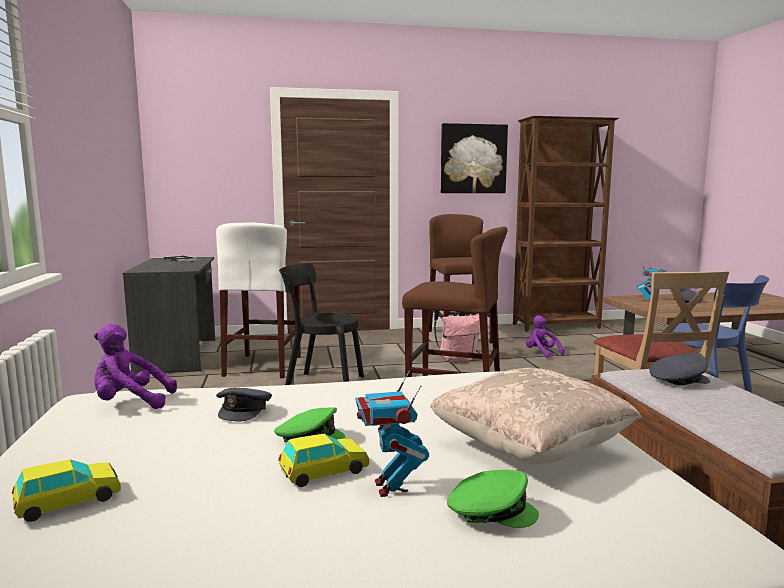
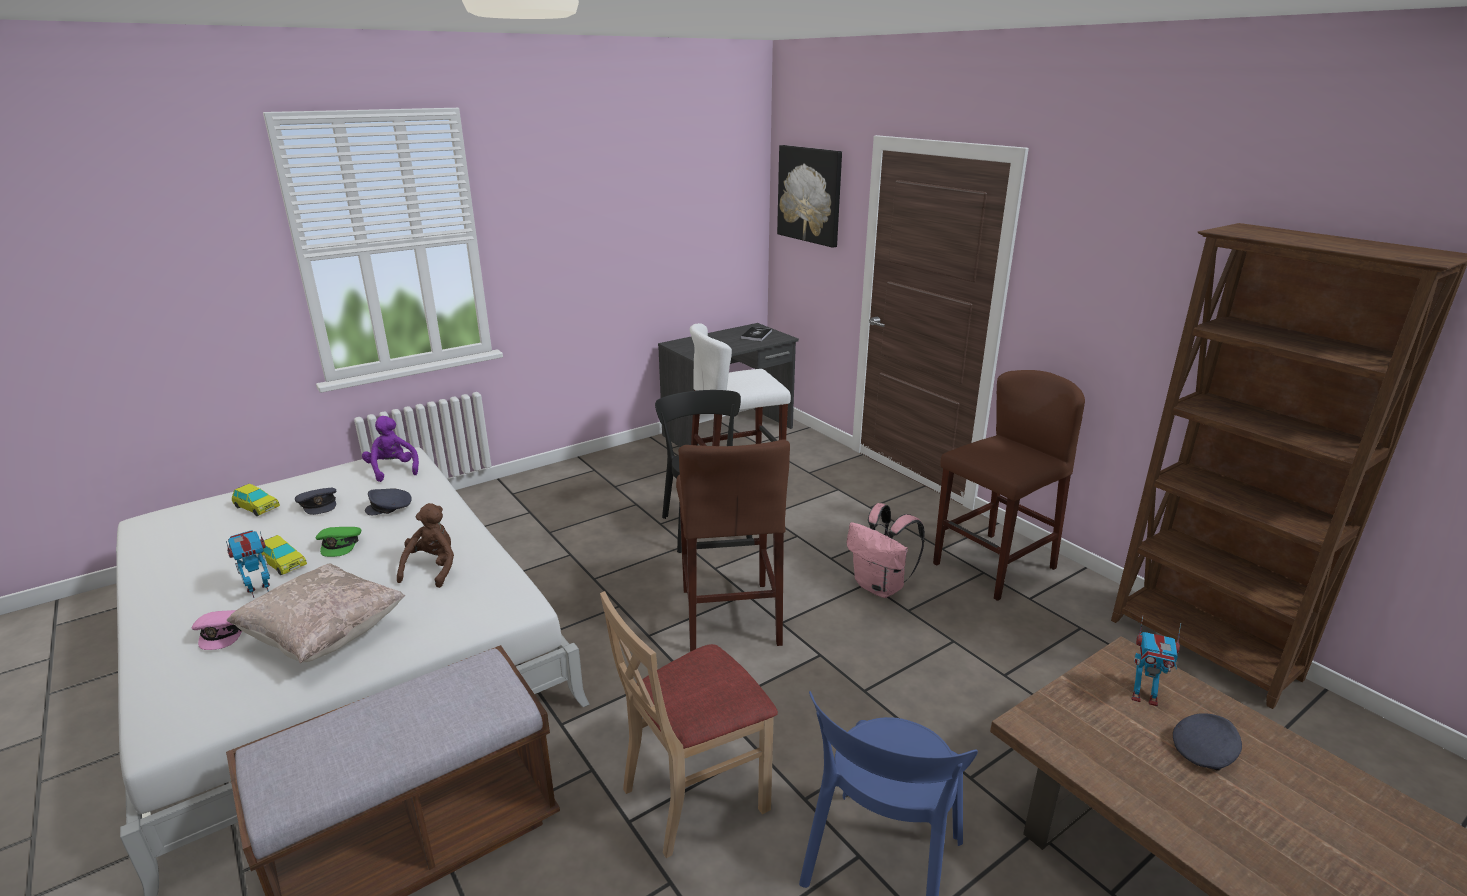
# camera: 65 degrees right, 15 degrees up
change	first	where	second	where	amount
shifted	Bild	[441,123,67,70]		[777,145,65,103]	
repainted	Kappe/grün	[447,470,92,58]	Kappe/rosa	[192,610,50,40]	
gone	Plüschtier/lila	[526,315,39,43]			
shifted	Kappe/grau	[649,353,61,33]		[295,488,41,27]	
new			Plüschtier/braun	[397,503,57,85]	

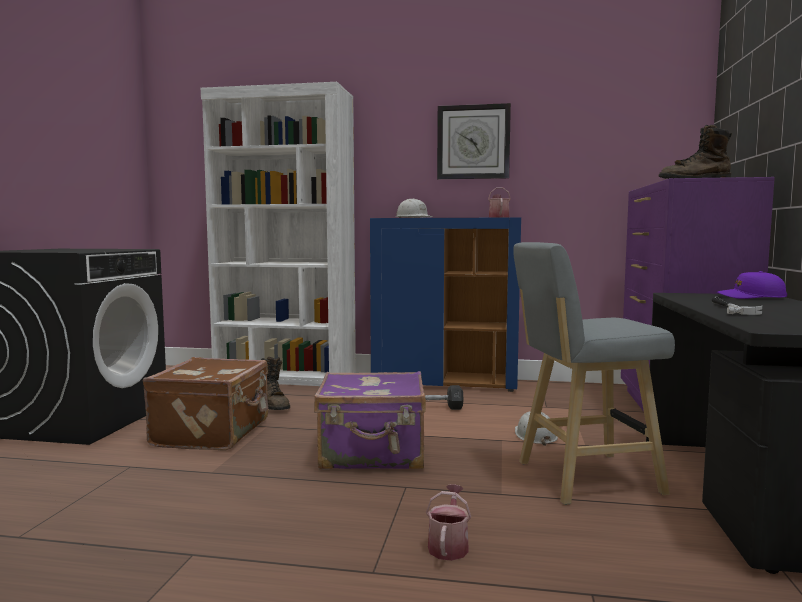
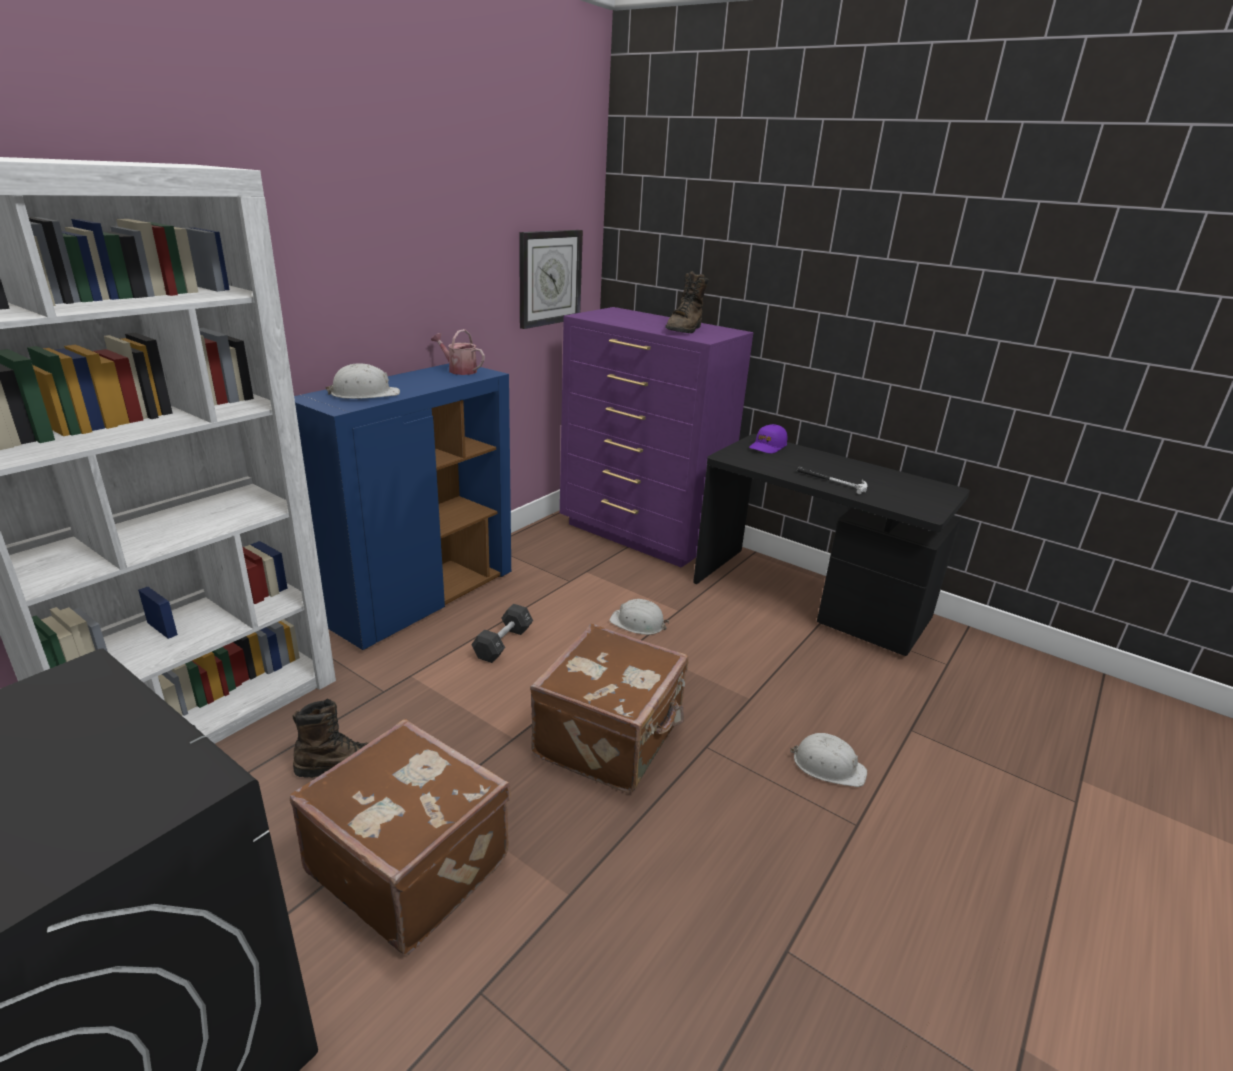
# camera: 65 degrees left, 20 degrees up
change	first	where	second	where	amount
repainted	Koffer/lila	[314,371,112,98]	Koffer/braun	[530,624,159,169]	
swapped	Gießkanne	[426,484,45,77]	Schutzhelm/weiß	[790,733,77,54]	
shifted	Wanduhr	[437,103,74,76]		[519,230,64,99]	
gone	Hocker/grau	[513,242,162,263]			

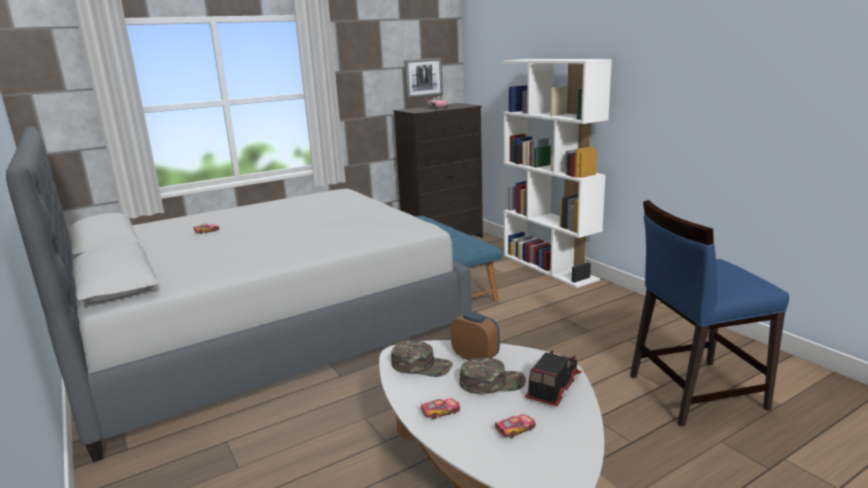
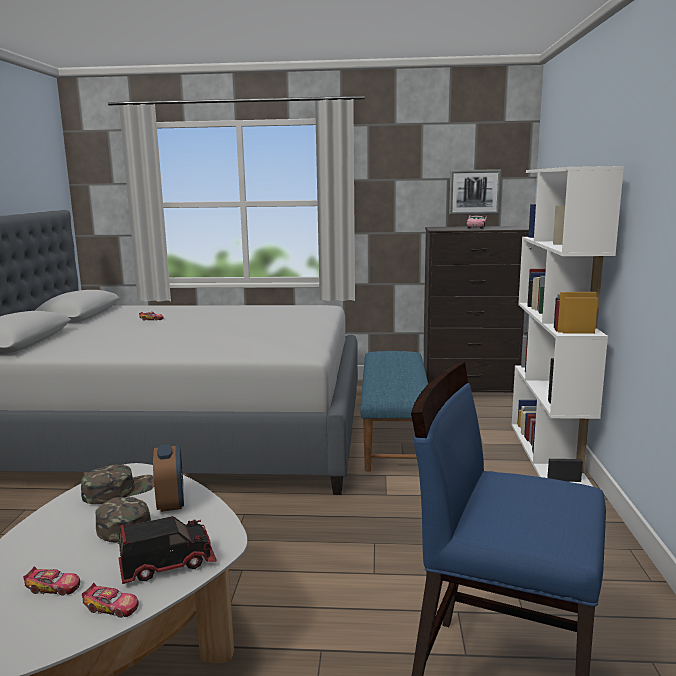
# camera: 35 degrees right, 5 degrees down
change	first	where	second	where	amount
rotated	Kappe/grün	[391,340,62,37]		[81,464,73,40]	90 degrees counterclockwise
shifted	Spielzeugauto	[421,398,39,22]		[82,583,57,35]	

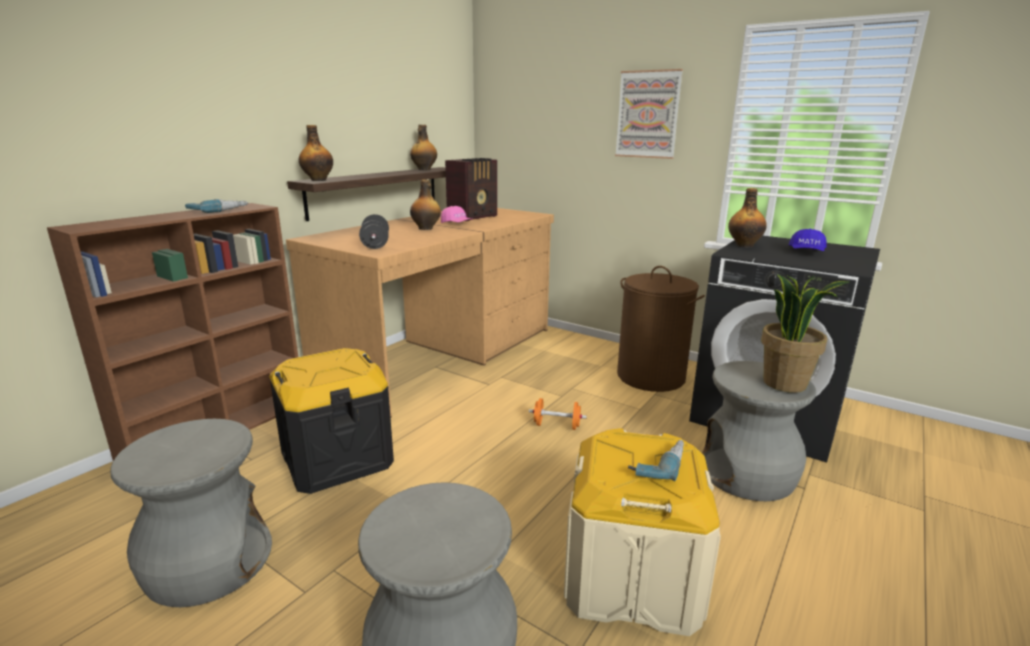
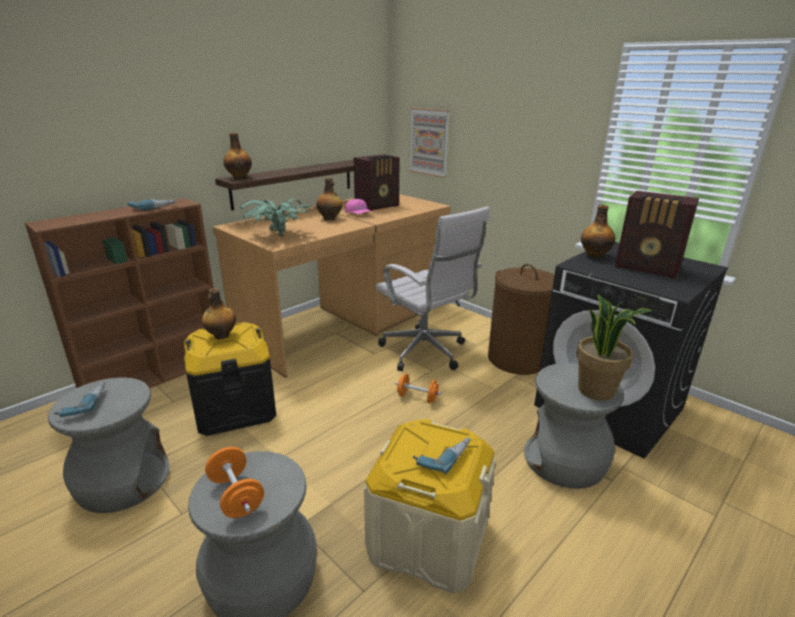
# camera: 10 degrees right, 5 degrees up
change	first	where	second	where	amount
swapped	Hantel/schwarz	[359,214,30,35]	Topfpflanze	[239,199,73,37]	
shifted	Flasche	[410,125,27,45]		[202,288,34,51]	
shifted	Bild	[615,69,68,90]		[410,108,40,70]	
swapped	Kappe/blau	[789,229,38,22]	Radio	[615,191,84,88]	
new			Bohrmaschine	[54,381,52,36]	
new			Hantel/orange	[205,447,59,71]	
new			Bürostuhl/weiß	[375,206,115,165]	

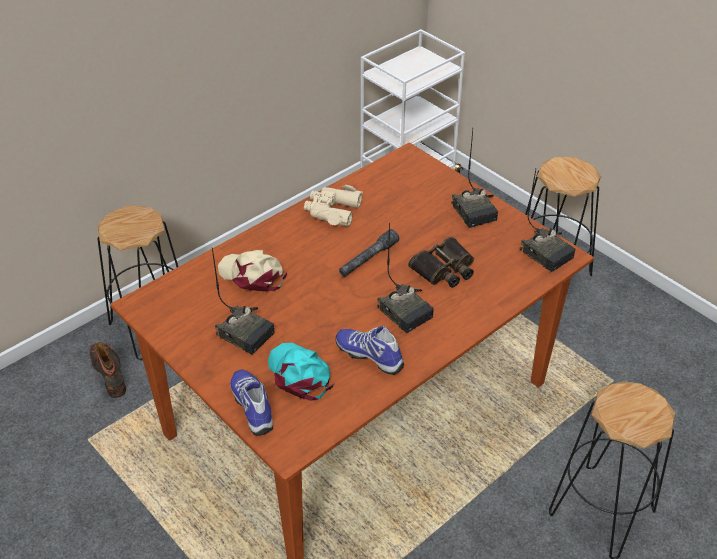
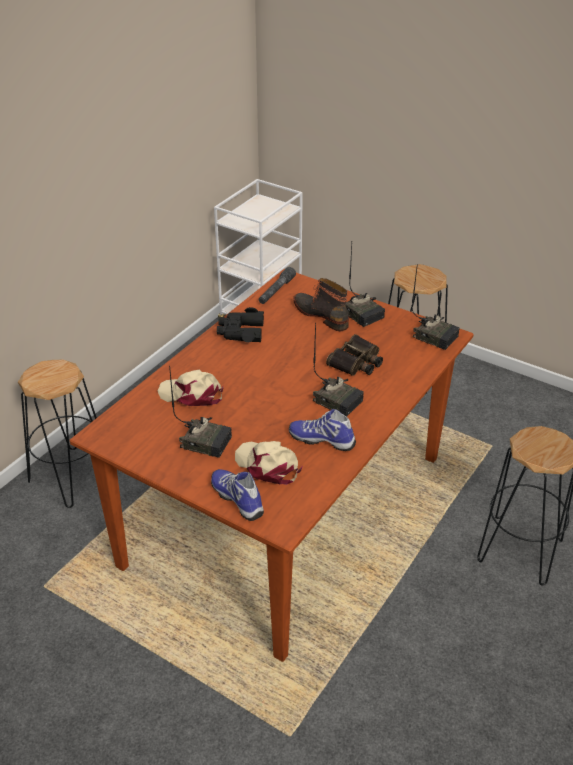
# camera: 15 degrees left, 5 degrees down
change	first	where	second	where	amount
shifted	Stiefel	[90,342,36,56]		[293,278,56,53]	
repainted	Kappe/türkis	[268,343,66,58]	Kappe/beige	[235,441,68,44]	
repainted	Fernglas/beige	[304,185,59,42]	Fernglas/schwarz	[217,307,47,35]	
shifted	Taschenlampe/grau	[339,229,60,47]		[259,267,37,37]	

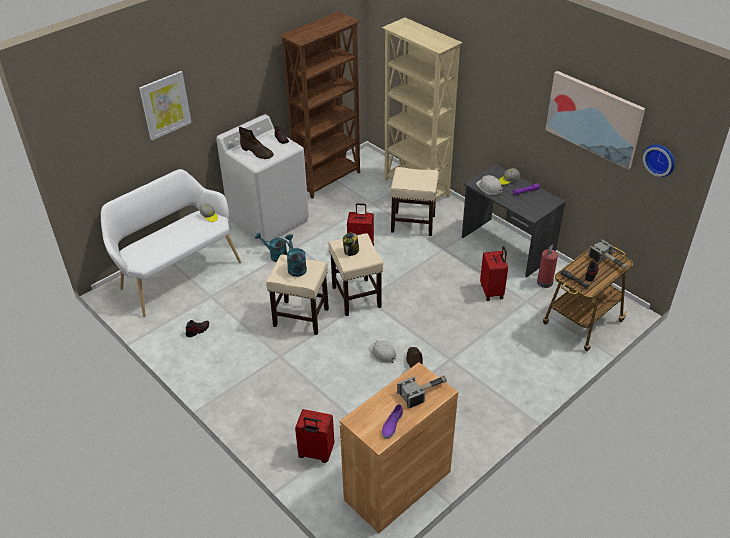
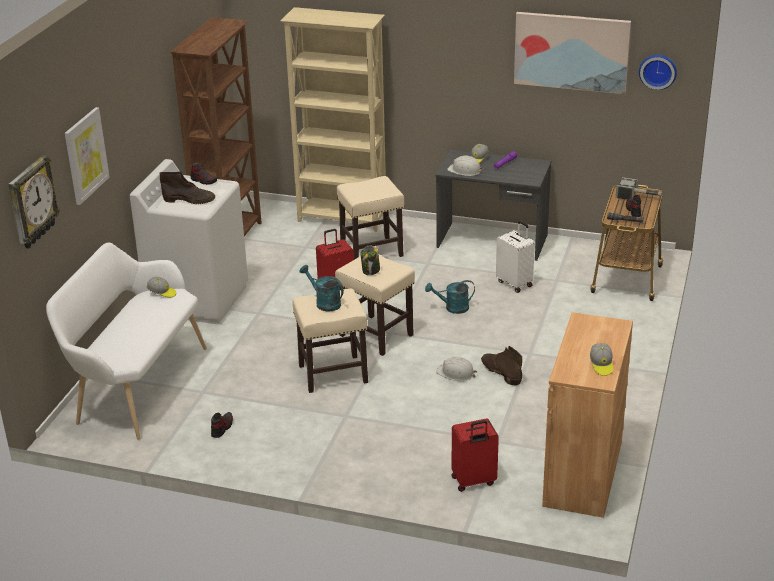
# camera: 30 degrees left, 10 degrees down
change	first	where	second	where	amount
shifted	Gießkanne/türkis	[255,232,35,30]		[425,280,50,34]	
swapped	Schuh/lila	[382,404,21,35]	Kappe	[590,343,23,33]	
gone	Hammer	[397,375,50,33]			
repainted	Koffer/rot	[480,246,28,55]	Koffer/weiß	[496,221,39,72]	
gone	Feuerlöscher	[537,244,21,44]			
new			Wanduhr	[8,155,52,93]	

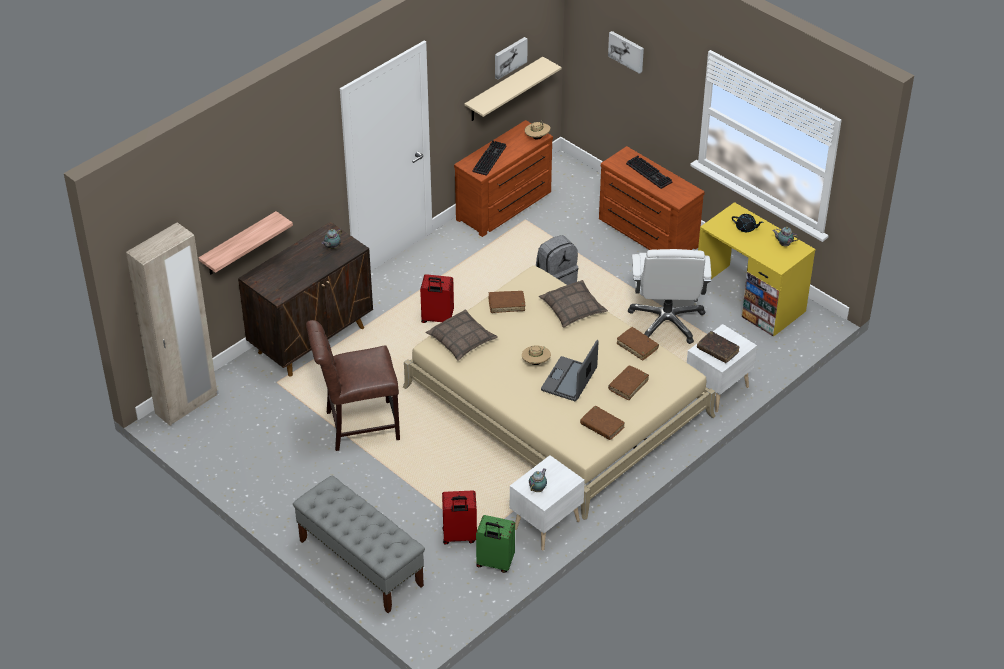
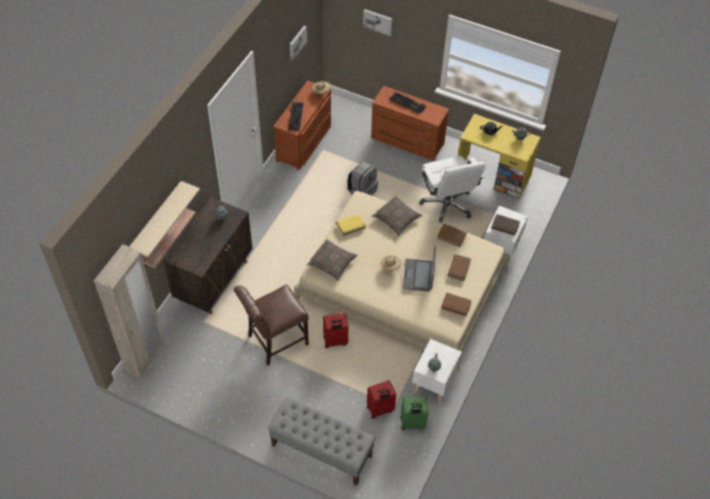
# camera: 20 degrees left, 10 degrees up
change	first	where	second	where	amount
shifted	Koffer/rot	[420,274,34,49]		[323,313,25,35]	
shifted	Wandregal/beige	[465,57,97,64]		[129,181,71,76]	
repainted	Buch/braun	[489,291,37,22]	Buch/gelb	[337,214,29,22]	

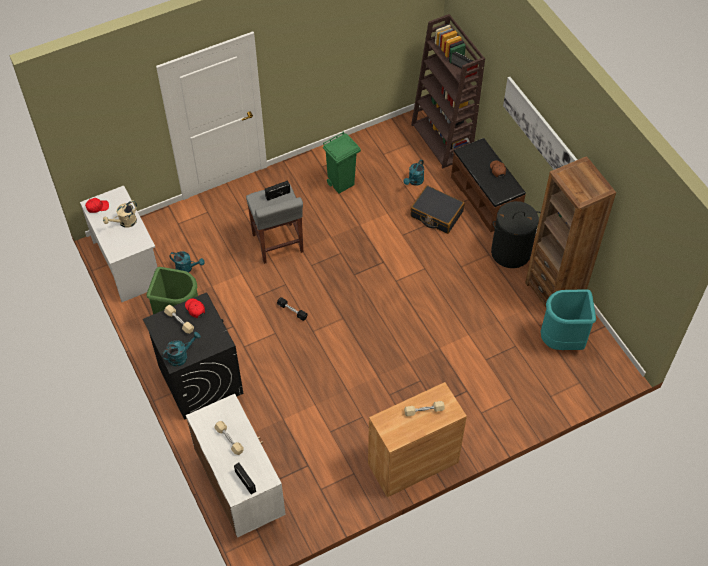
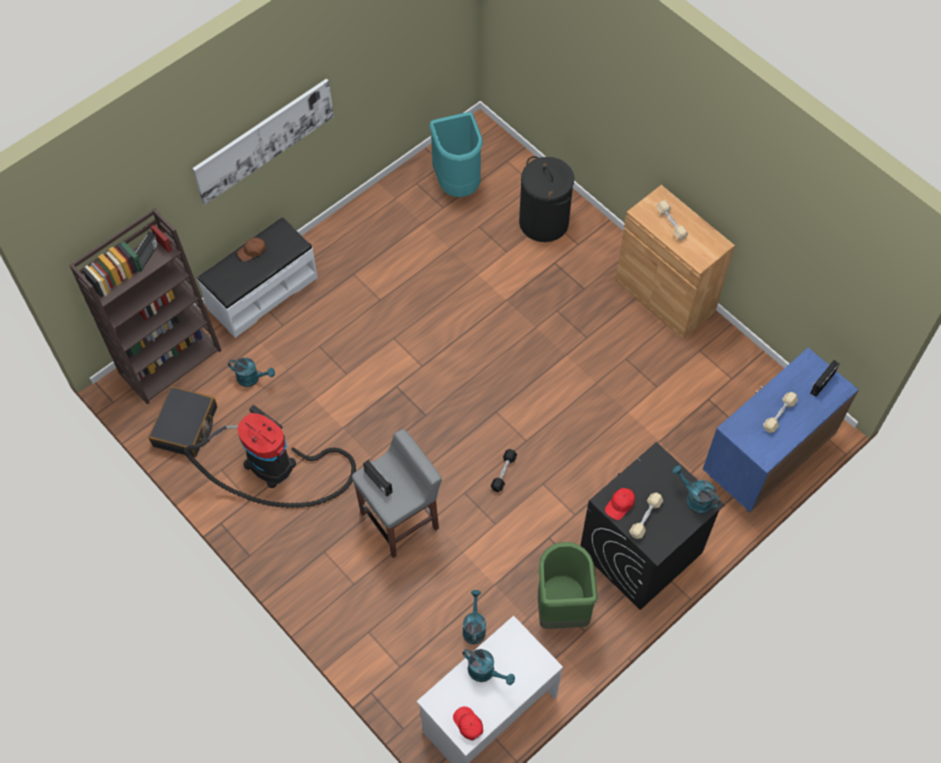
# camera: 105 degrees left, 5 degrees up
change	first	where	second	where	amount
repainted	Gießkanne/beige	[103,201,34,27]	Gießkanne/türkis	[463,649,52,36]	
repainted	Schrank/weiß	[186,394,100,144]	Schrank/blau	[703,347,156,165]	
swapped	Mülleimer/grün	[323,132,38,62]	Staubsauger	[184,404,172,104]	
shifted	Koffer/schwarz	[411,185,53,49]		[149,386,68,72]	
repainted	Bank/braun	[451,138,75,94]	Bank/weiß	[197,217,121,121]	
shifted	Wäschekorb/schwarz	[491,201,50,67]		[519,156,55,86]	
gone	Bücherregal/braun	[525,156,91,151]			

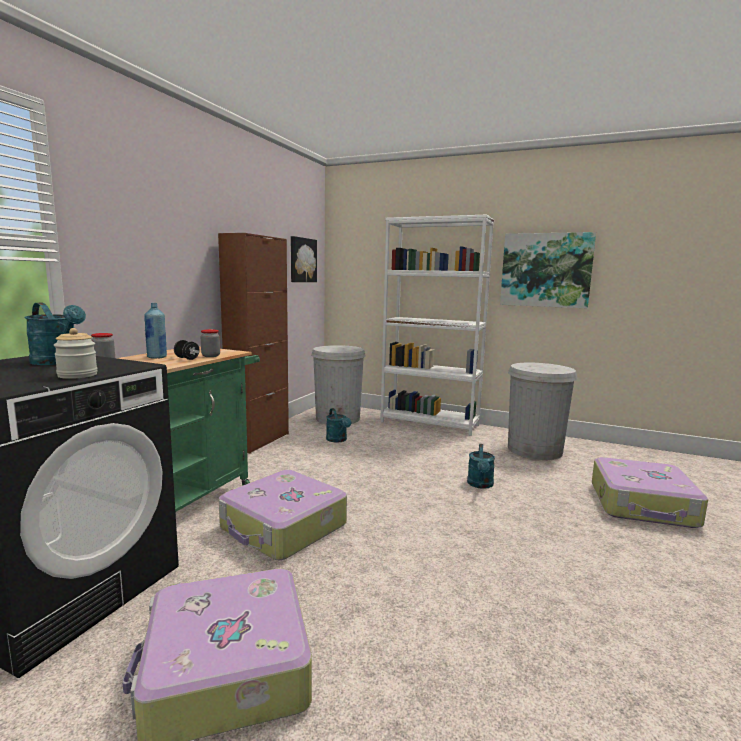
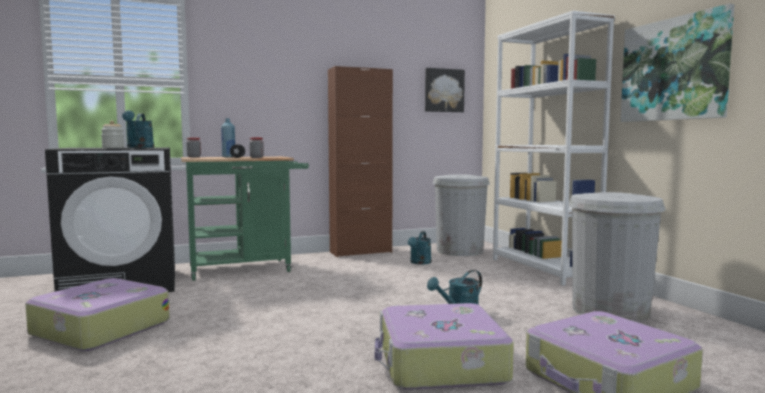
# camera: 45 degrees right, 5 degrees down
change	first	where	second	where	amount
shifted	Koffer	[219,470,128,90]		[375,303,139,87]	

